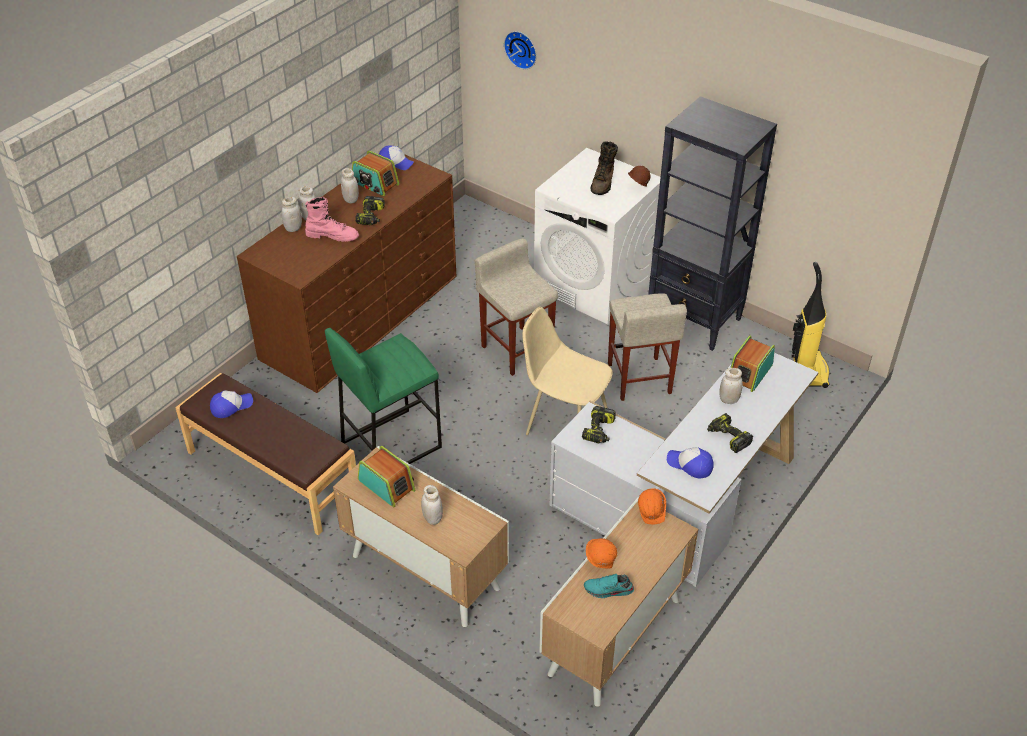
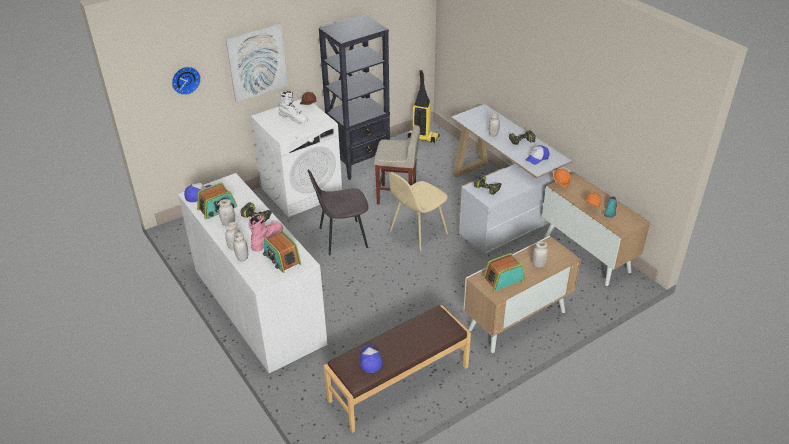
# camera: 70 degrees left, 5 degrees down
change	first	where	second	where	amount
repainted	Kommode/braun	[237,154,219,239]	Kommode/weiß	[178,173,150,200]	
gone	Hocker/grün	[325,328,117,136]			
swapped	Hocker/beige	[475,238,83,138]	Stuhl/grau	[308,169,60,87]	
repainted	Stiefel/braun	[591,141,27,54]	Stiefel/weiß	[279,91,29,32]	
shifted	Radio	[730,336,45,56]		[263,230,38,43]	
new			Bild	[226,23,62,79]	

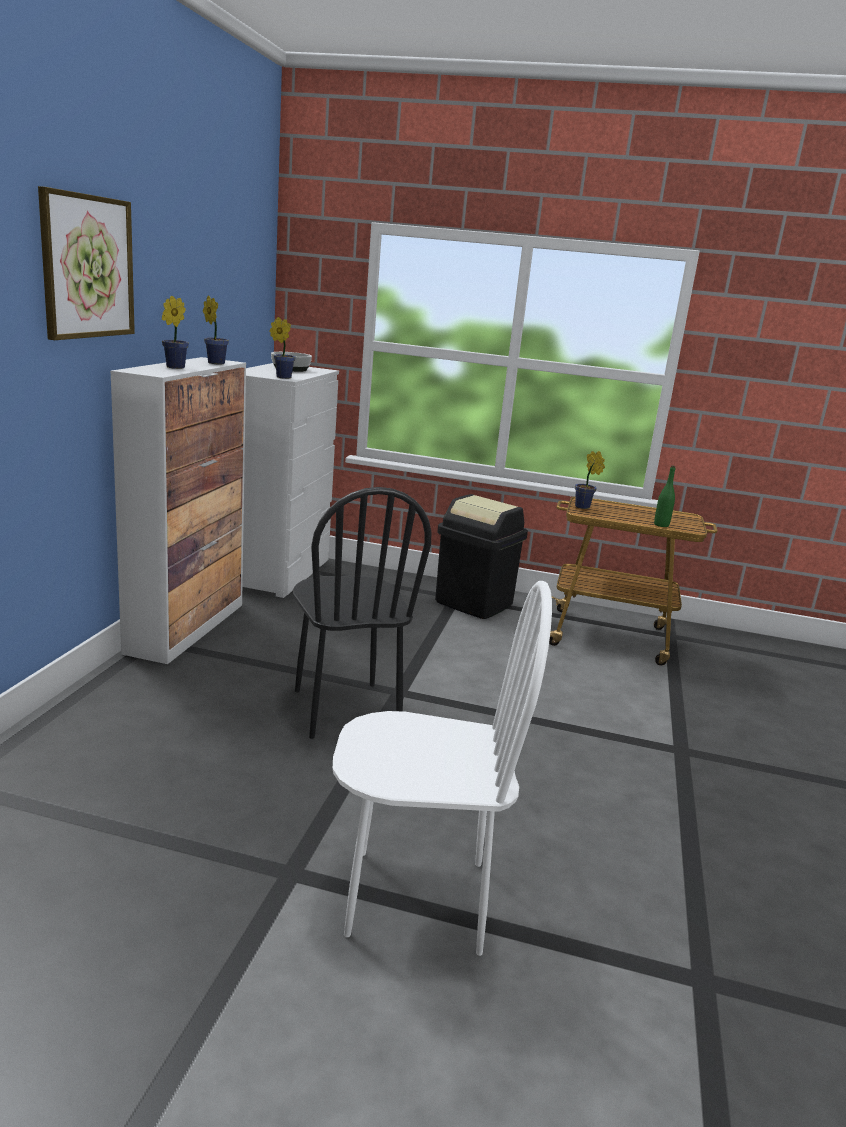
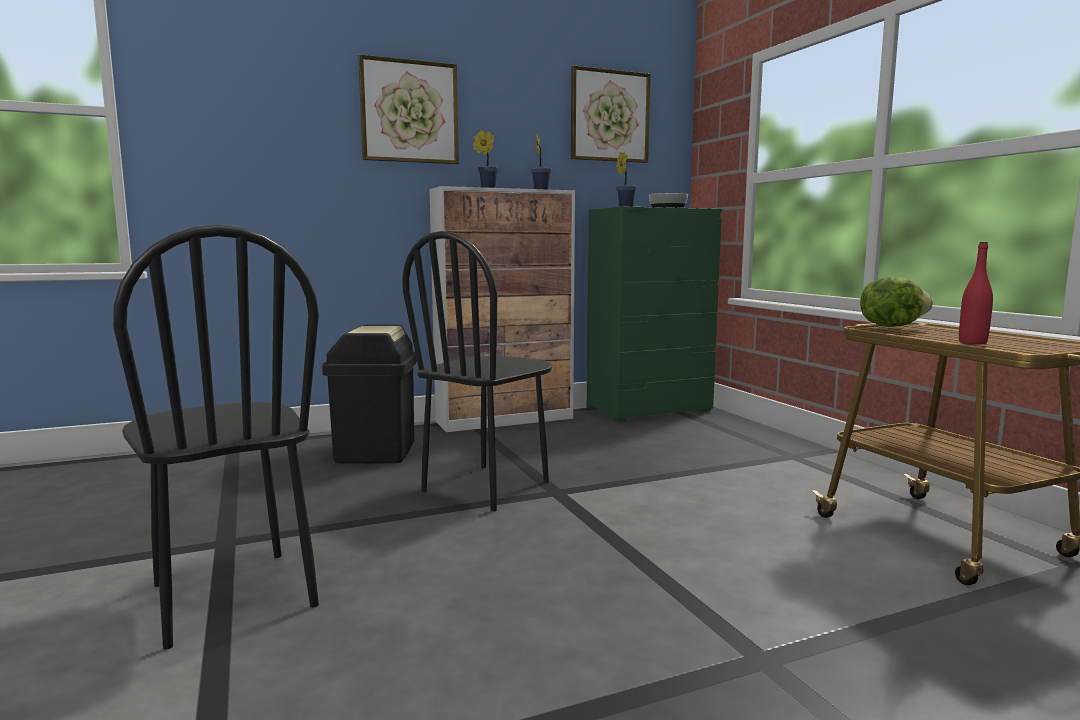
# camera: 55 degrees right, 10 degrees down
change	first	where	second	where	amount
repainted	Kommode/weiß	[242,363,97,235]	Kommode/grün	[586,206,136,216]	
repainted	Stuhl/weiß	[333,581,219,375]	Stuhl/schwarz	[113,225,206,425]	
shifted	Mülleimer/schwarz	[435,494,93,125]		[322,325,95,139]	
swapped	Topfpflanze	[575,451,30,58]	Salatkopf	[860,276,73,51]	
repainted	Flasche/grün	[654,466,21,61]	Flasche/rot	[959,242,34,102]	
new			Bild	[571,66,80,97]	

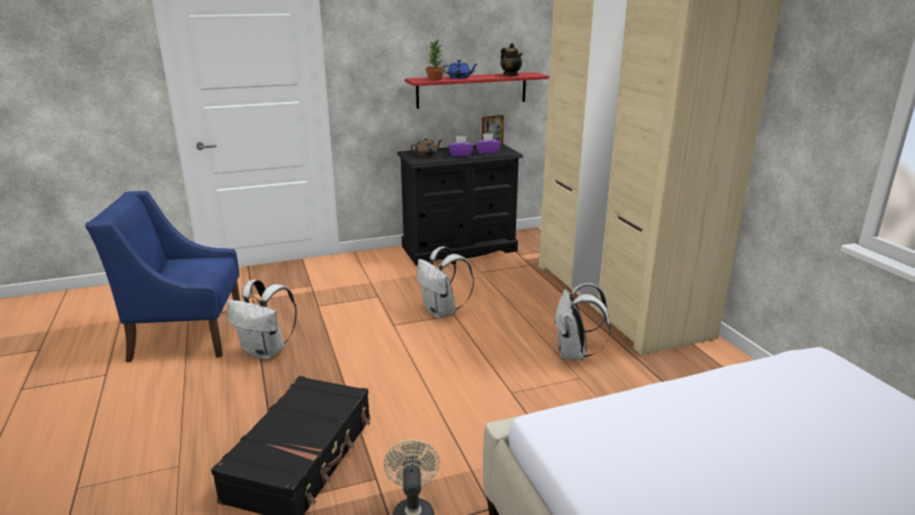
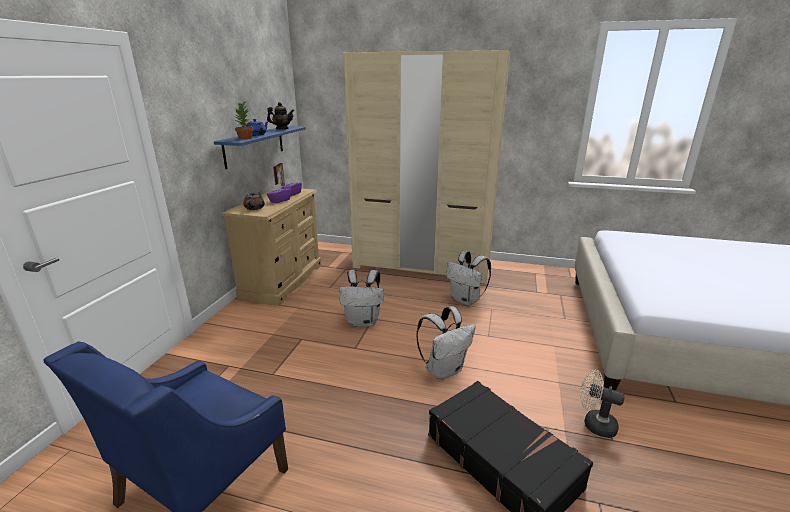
# camera: 55 degrees left, 0 degrees up
change	first	where	second	where	amount
shifted	Rucksack/weiß	[227,280,70,80]		[416,306,60,74]	
repainted	Kommode/schwarz	[397,144,126,122]	Kommode/beige	[222,189,99,117]	
repainted	Wandregal/rot	[405,72,144,37]	Wandregal/blau	[214,126,92,43]	

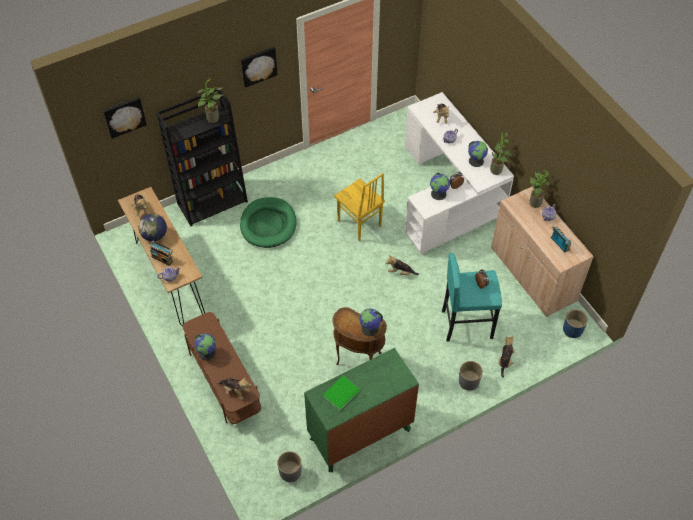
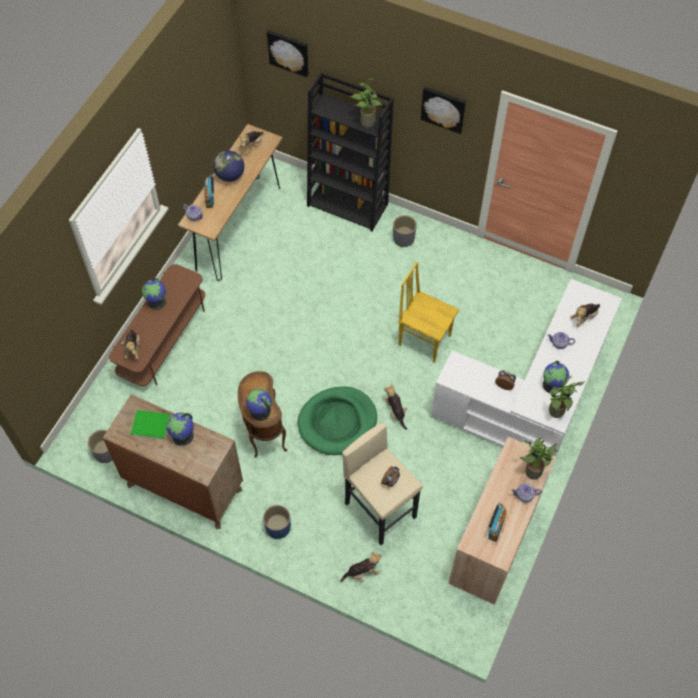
# camera: 55 degrees right, 5 degrees up
change	first	where	second	where	amount
shifted	Hundebett/grün	[240,197,57,51]		[298,387,79,68]	
repainted	Kommode/grün	[304,348,115,124]	Kommode/braun	[103,394,140,135]	
rotated	Stuhl/gelb	[334,173,51,68]		[398,262,61,101]	105 degrees clockwise
shifted	Globus	[430,173,20,27]		[166,413,28,33]	
repainted	Hocker/türkis	[442,253,60,89]	Hocker/beige	[342,422,81,123]	
shifted	Pflanzkübel/grau	[459,361,24,29]		[393,215,24,32]	
shifted	Pflanzkübel/blau	[563,309,25,29]		[263,505,28,34]	

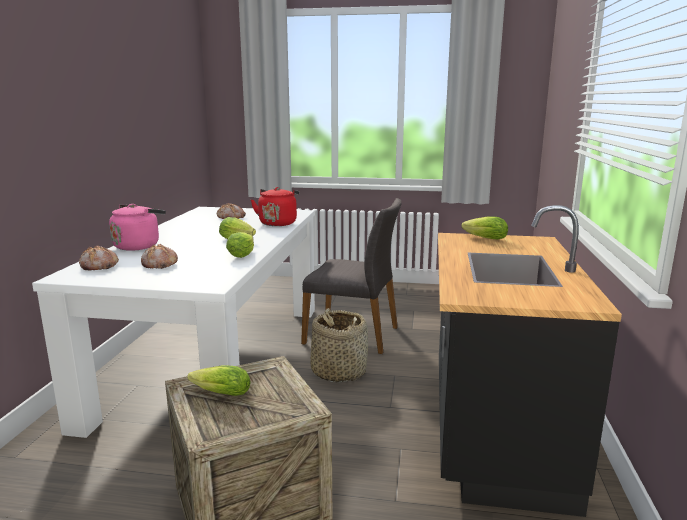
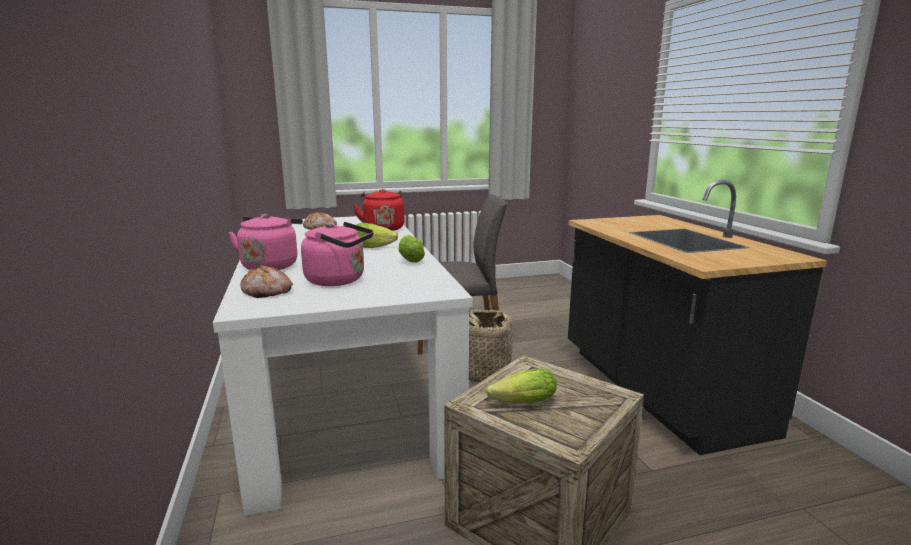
# camera: 25 degrees left, 0 degrees up
change	first	where	second	where	amount
swapped	Brot	[141,244,37,25]	Wasserkessel/rosa	[301,222,73,64]	
gone	Salatkopf	[462,217,46,22]			

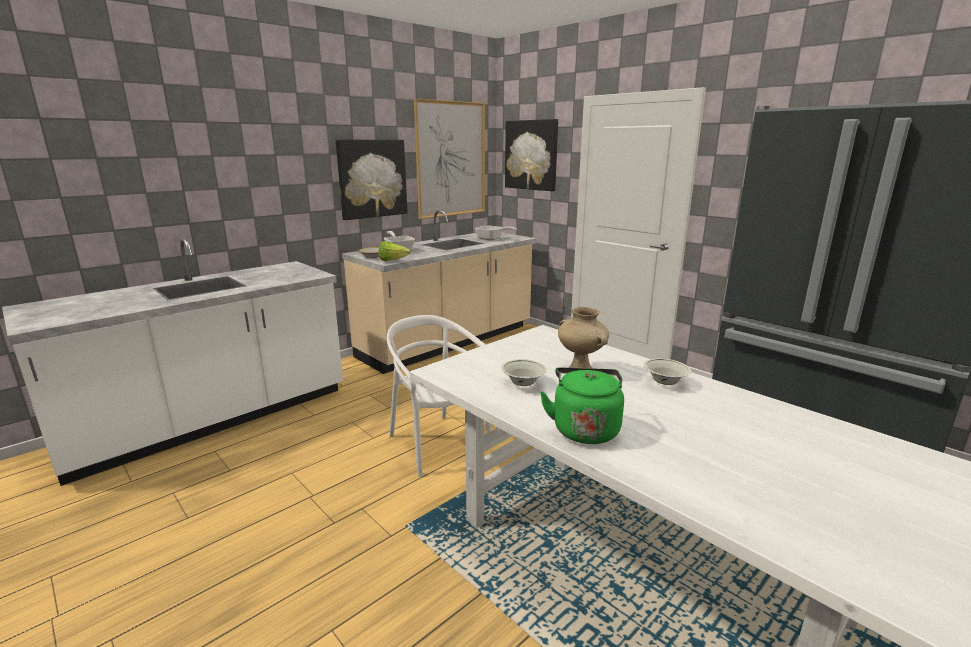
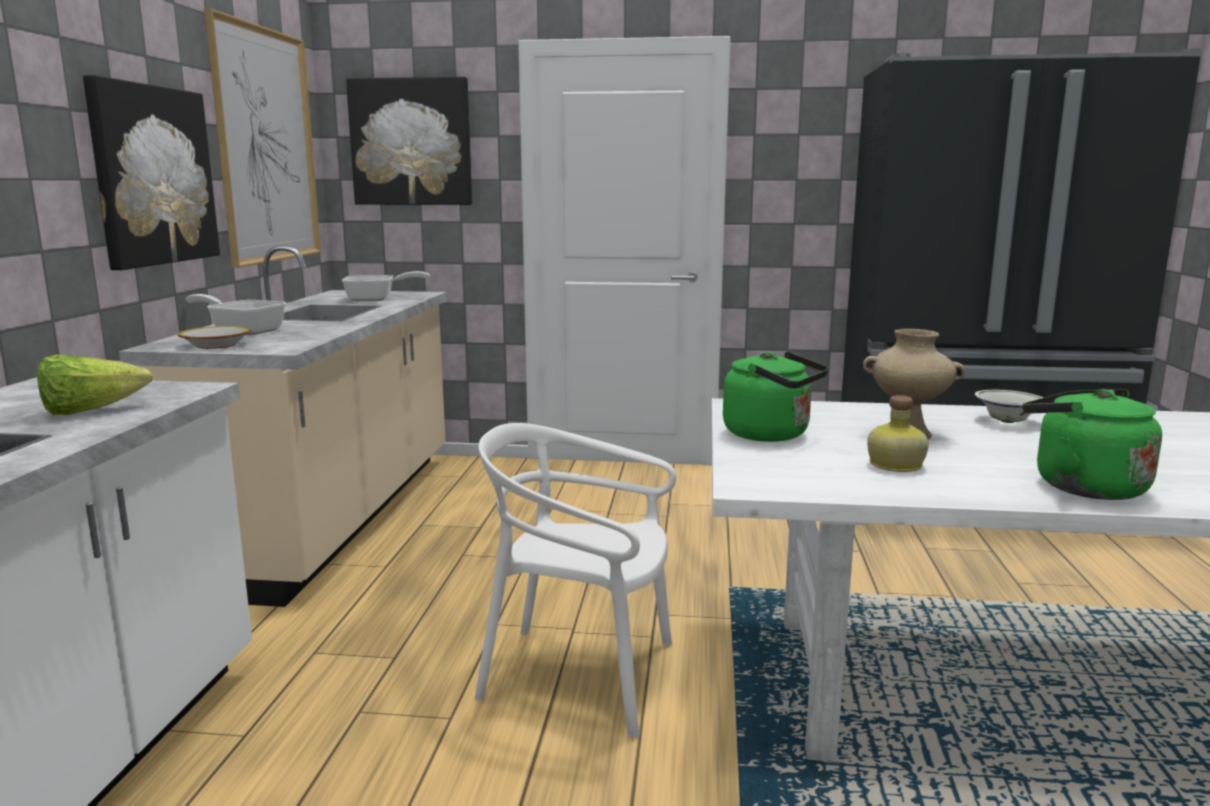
# camera: 40 degrees left, 5 degrees down
change	first	where	second	where	amount
shifted	Salatkopf	[379,241,32,20]		[37,354,116,61]	
swapped	Schüssel/weiß	[501,359,46,27]	Flasche	[867,395,62,77]	
new			Wasserkessel/grün	[723,351,106,91]	

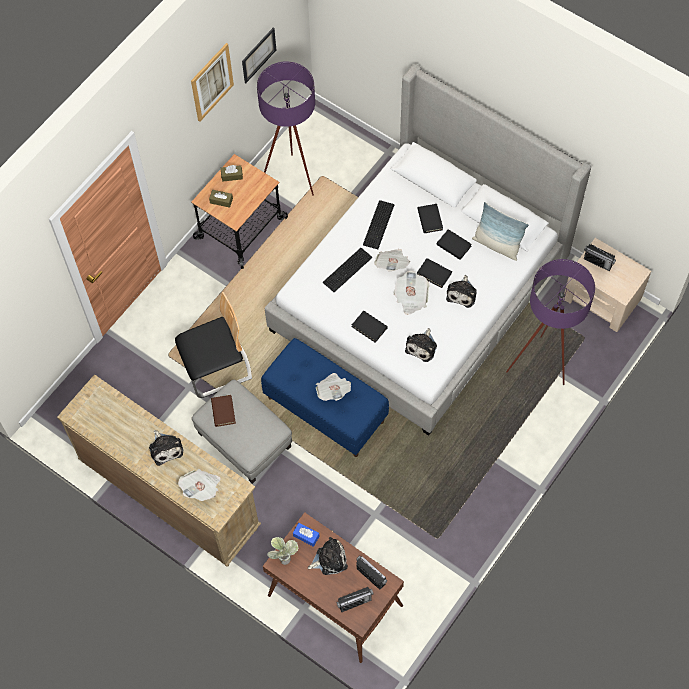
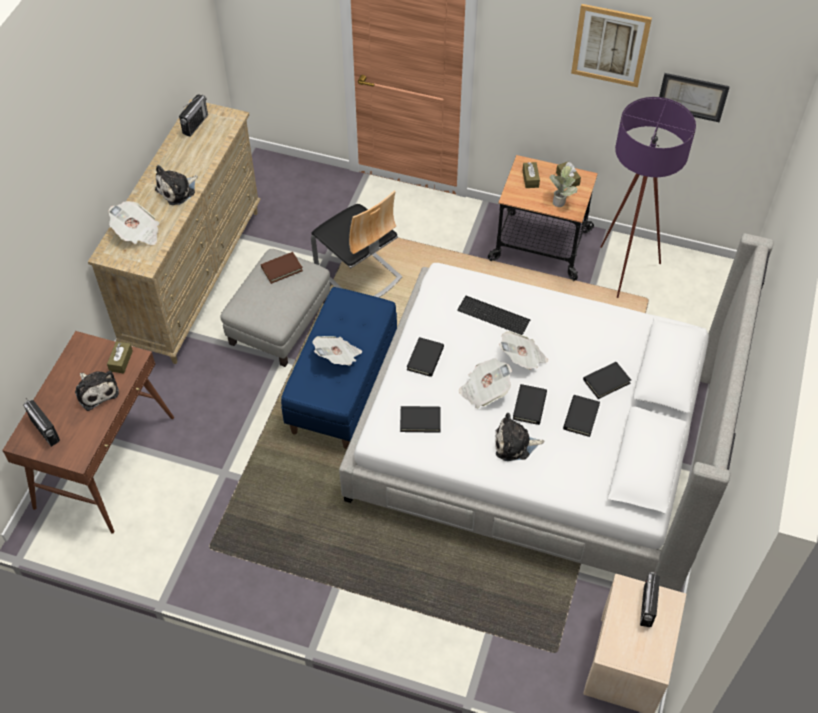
# camera: 70 degrees right, 10 degrees down
change	first	where	second	where	amount
shifted	Topfpflanze	[267,537,31,28]		[550,166,27,41]	
repainted	Taschentuchbox/blau	[293,523,26,24]	Taschentuchbox/braun	[107,341,26,32]	
shifted	Radio	[356,556,31,34]		[179,95,29,42]	
gone	Tastatur	[363,200,31,49]			
swapped	Plüschtier	[405,328,32,34]	Buch/schwarz	[400,406,41,27]	
gone	Kissen	[472,202,57,59]			
gone	Stehlampe/lila	[506,259,89,126]			

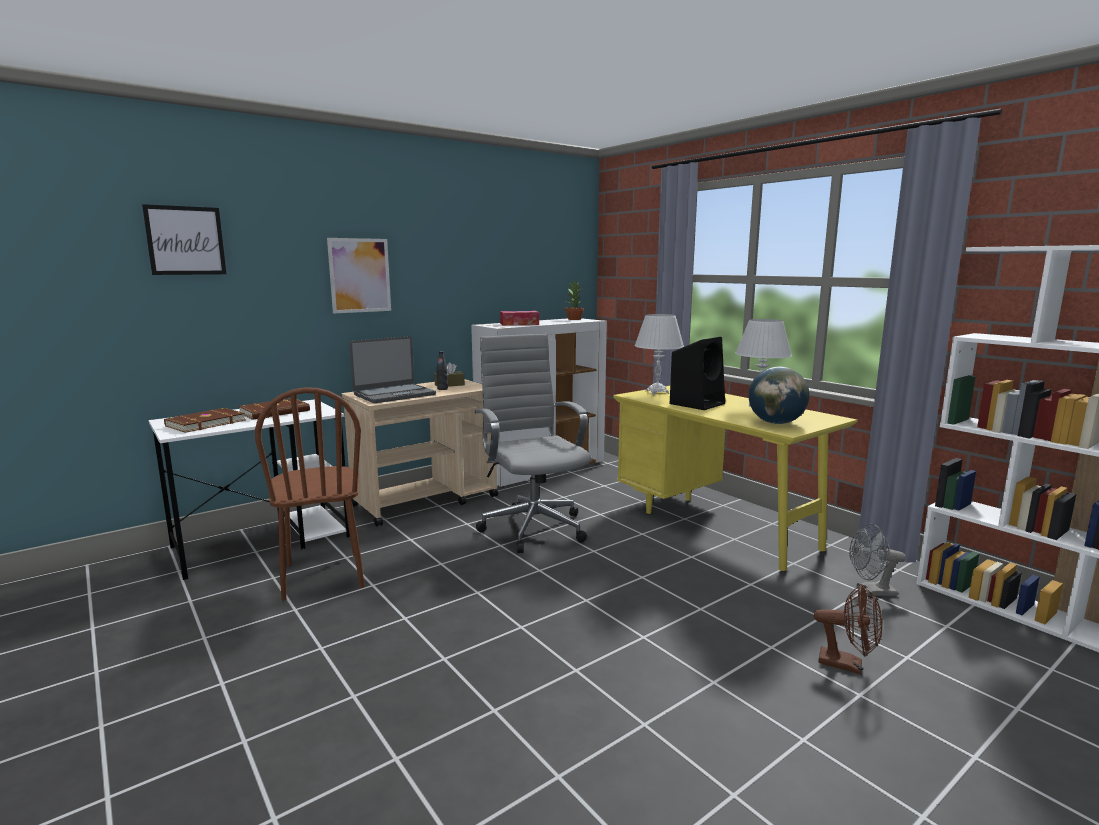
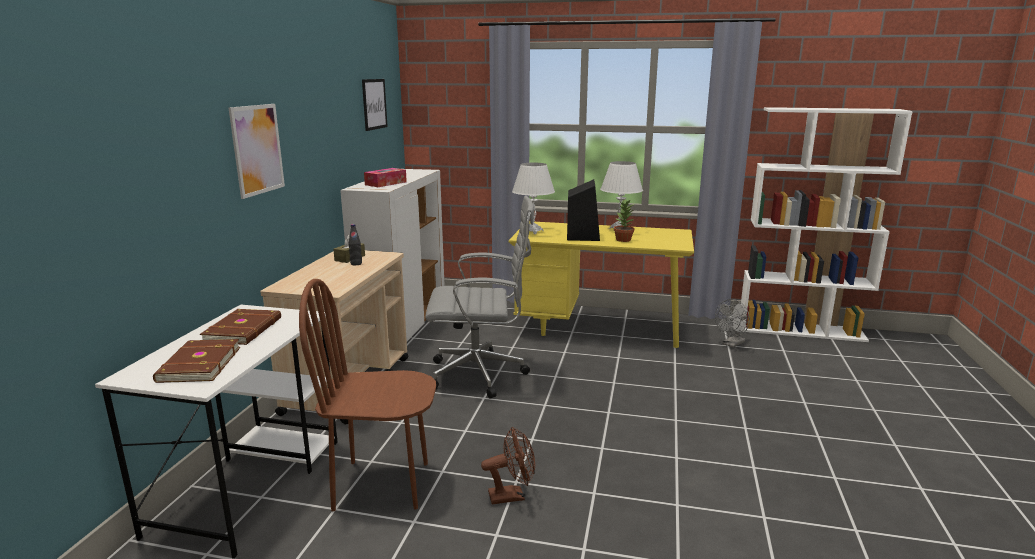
# camera: 40 degrees left, 5 degrees up
change	first	where	second	where	amount
shifted	Bild	[142,204,84,71]		[362,79,26,52]	
rotated	Stuhl/braun	[255,387,110,214]		[299,279,137,232]	150 degrees clockwise
gone	Laptop	[349,336,87,67]			
rotated	Bürostuhl/grau	[475,334,116,219]		[425,196,109,203]	150 degrees clockwise
shifted	Topfpflanze	[565,281,19,39]		[614,200,20,42]	
gone	Globus	[748,367,62,57]			
shifted	Ventilator/braun	[814,584,68,90]		[481,427,54,77]	

